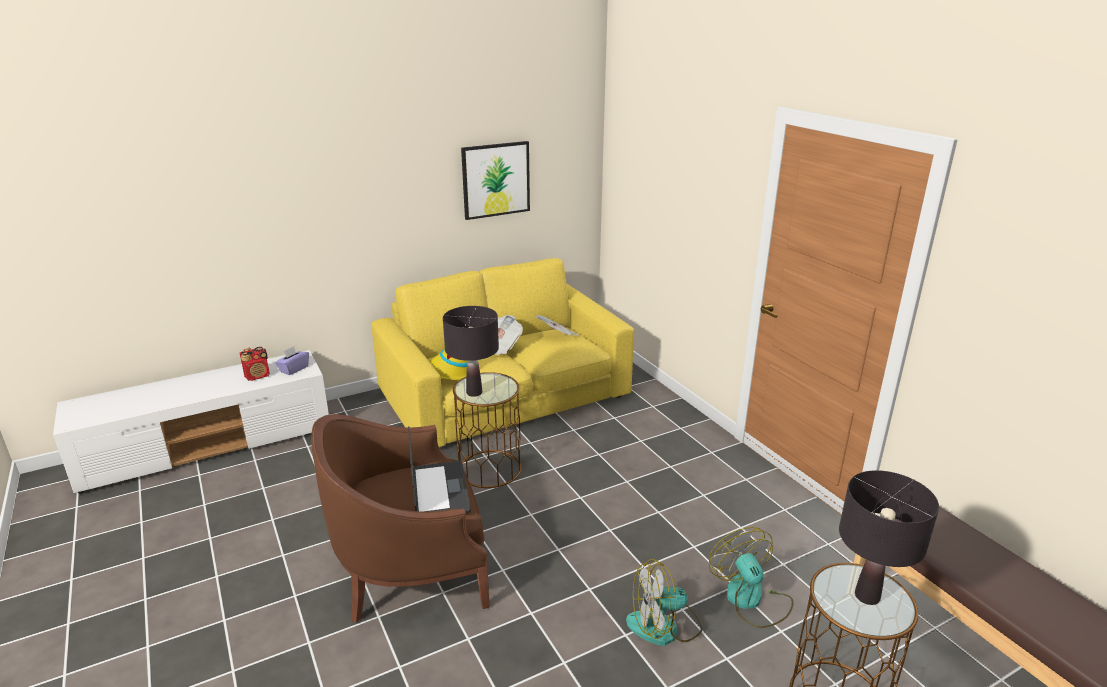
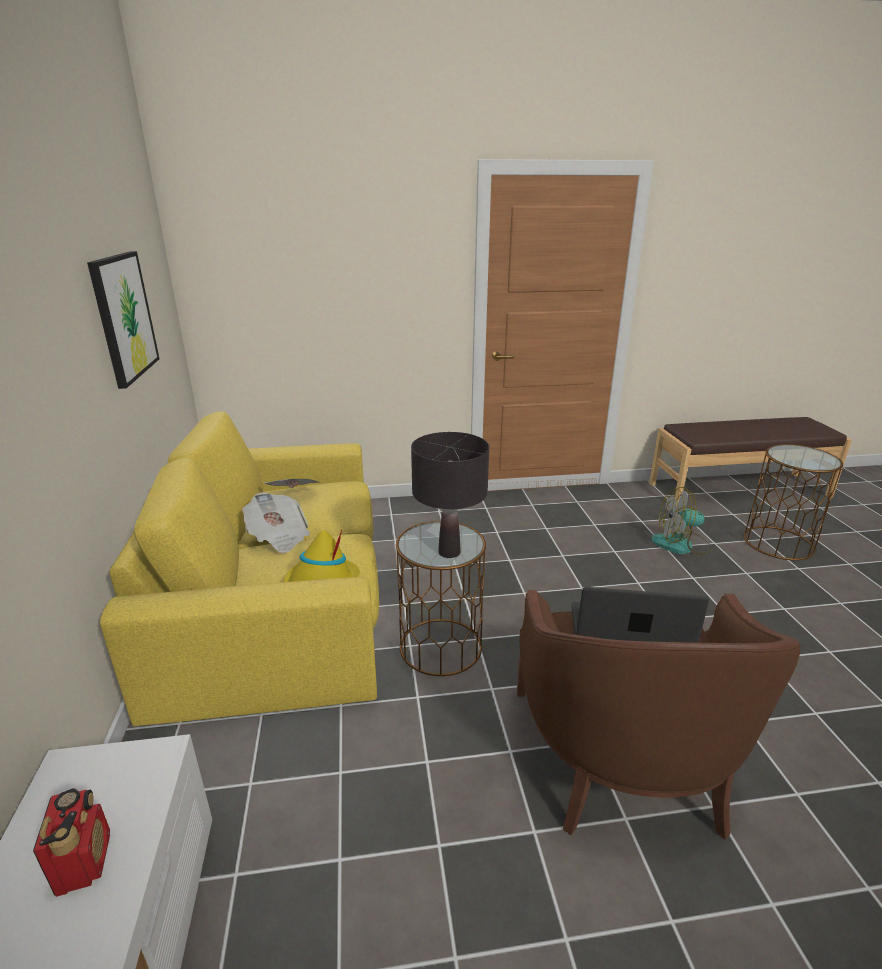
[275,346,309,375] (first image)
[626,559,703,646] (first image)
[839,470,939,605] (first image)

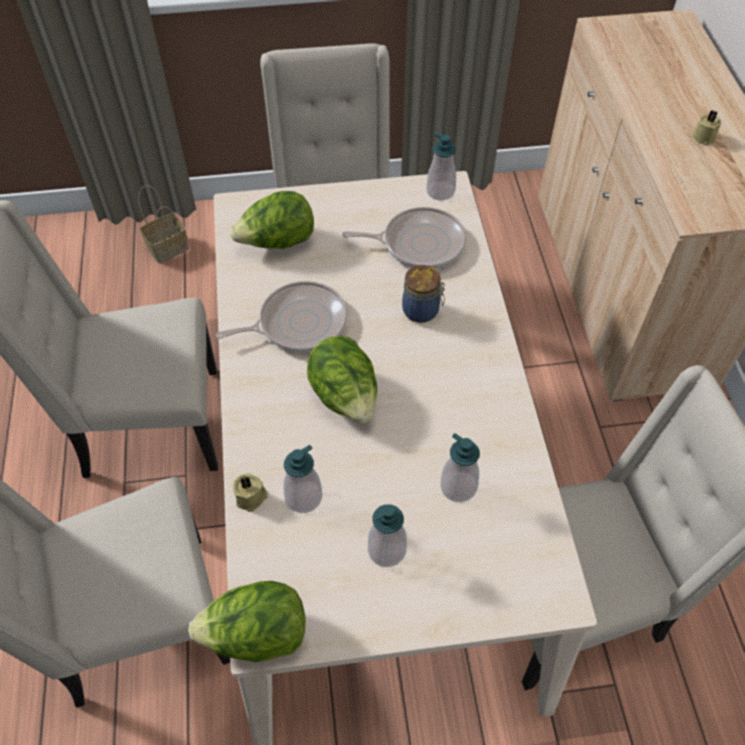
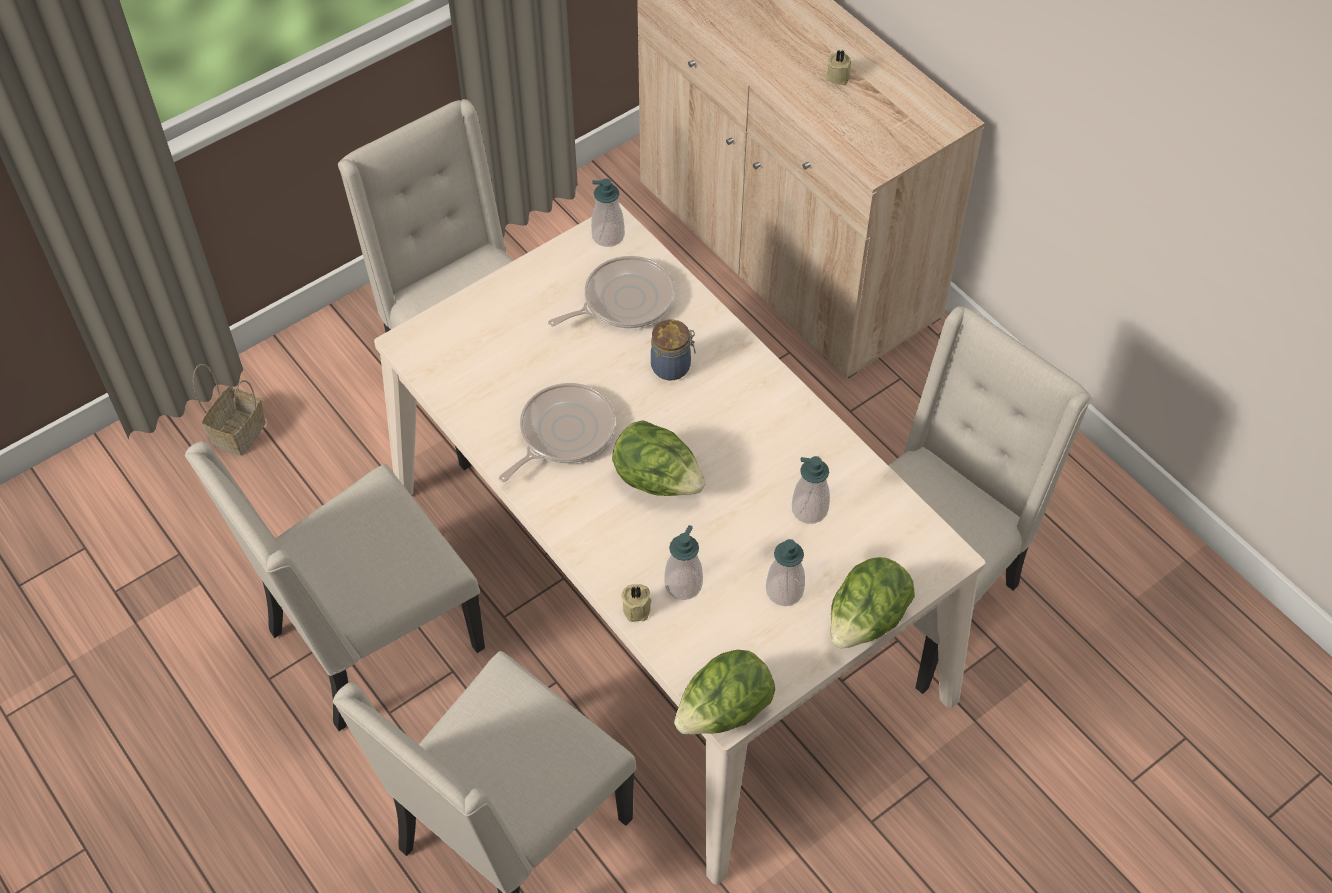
[831,557,915,649]

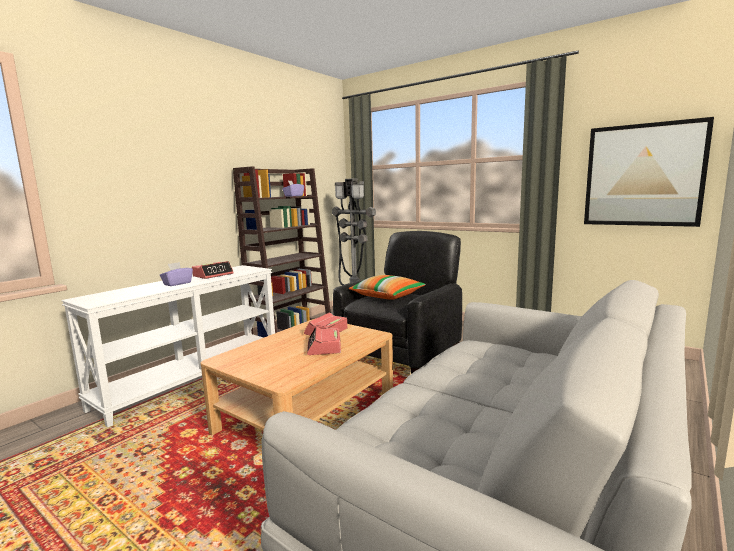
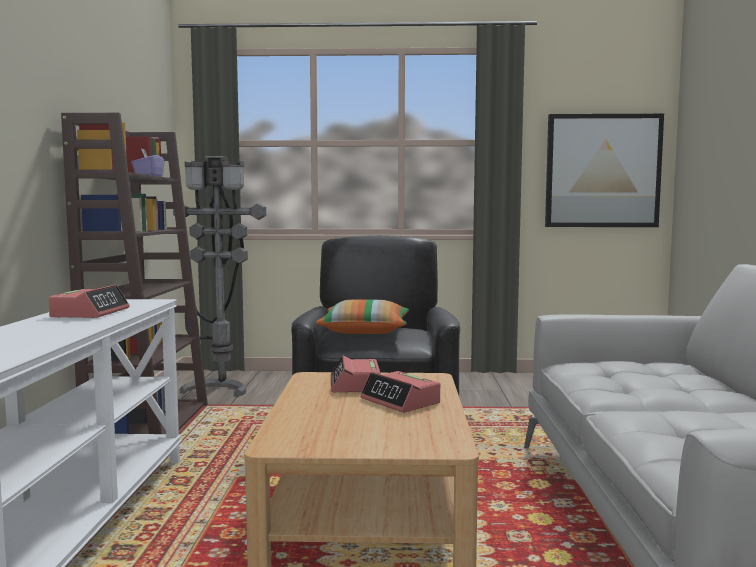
[160,262,193,286] (first image)

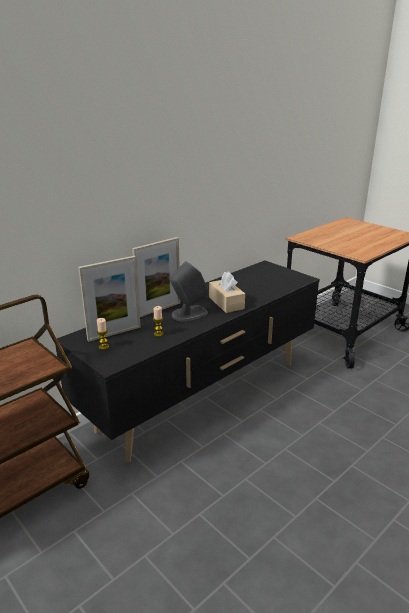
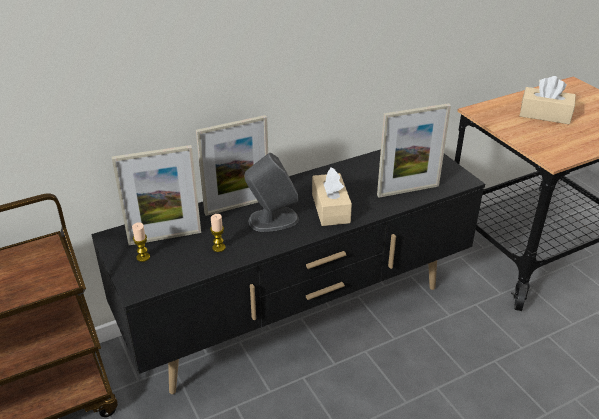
[377,103,451,198]
[520,76,576,124]

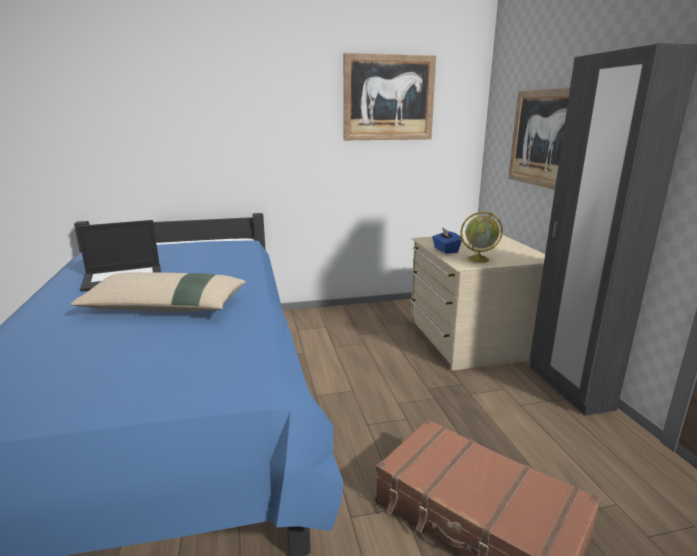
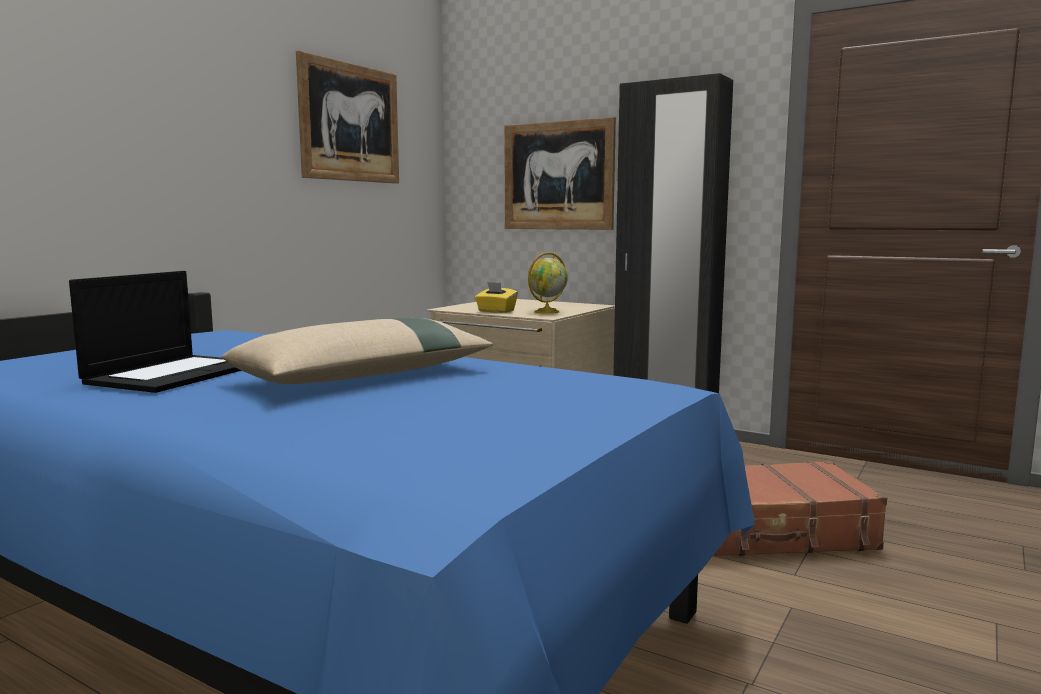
[475,282,518,313]

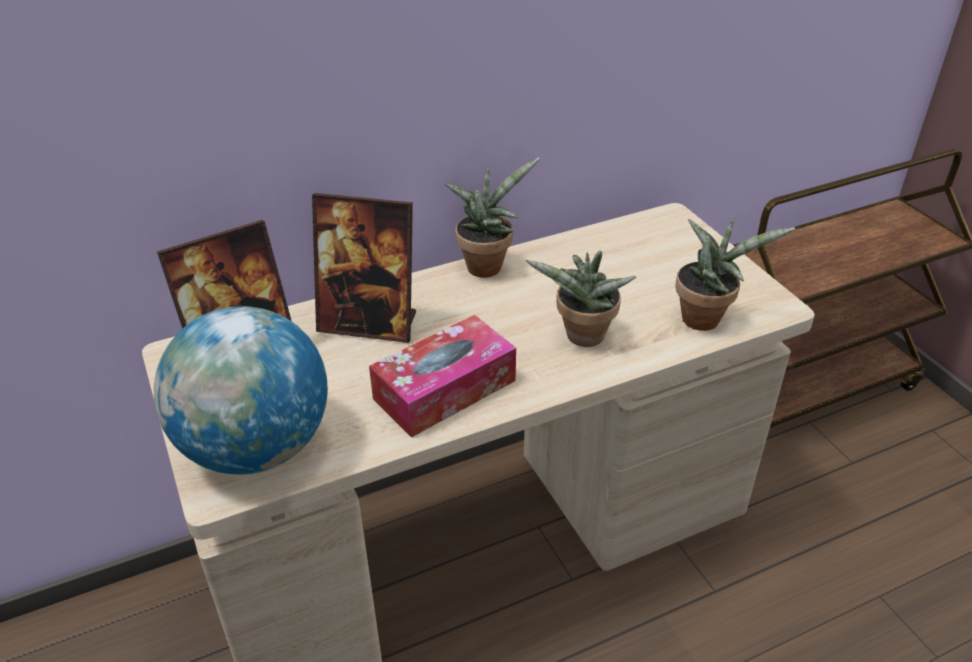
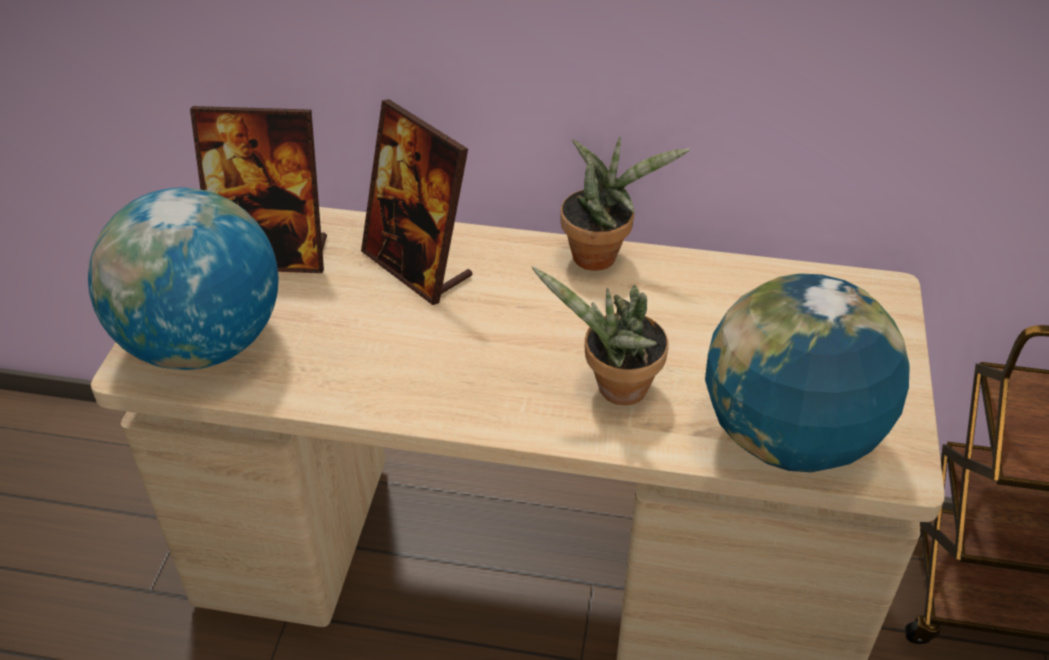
[369,315,516,438] (first image)
[705,273,910,472]

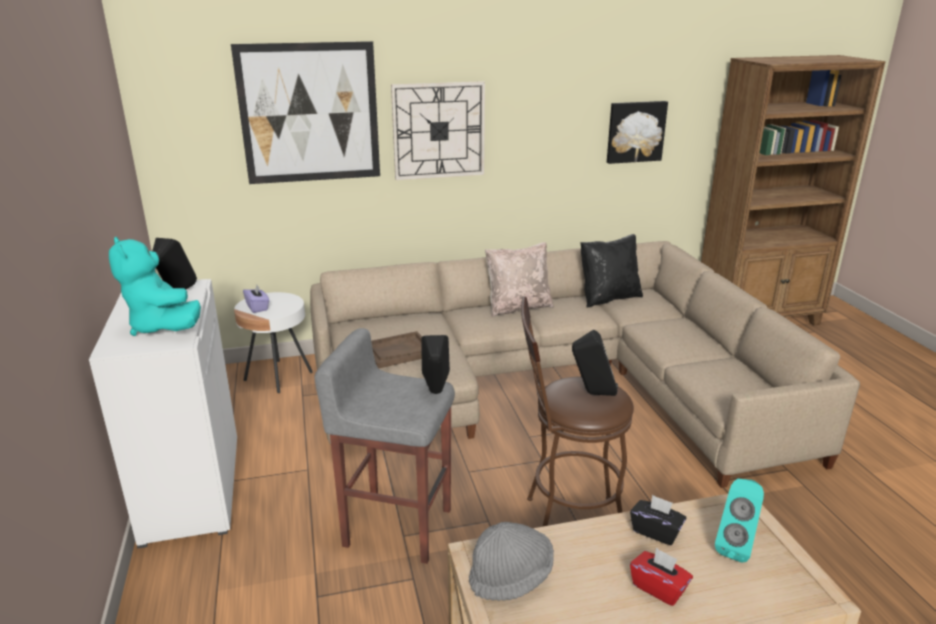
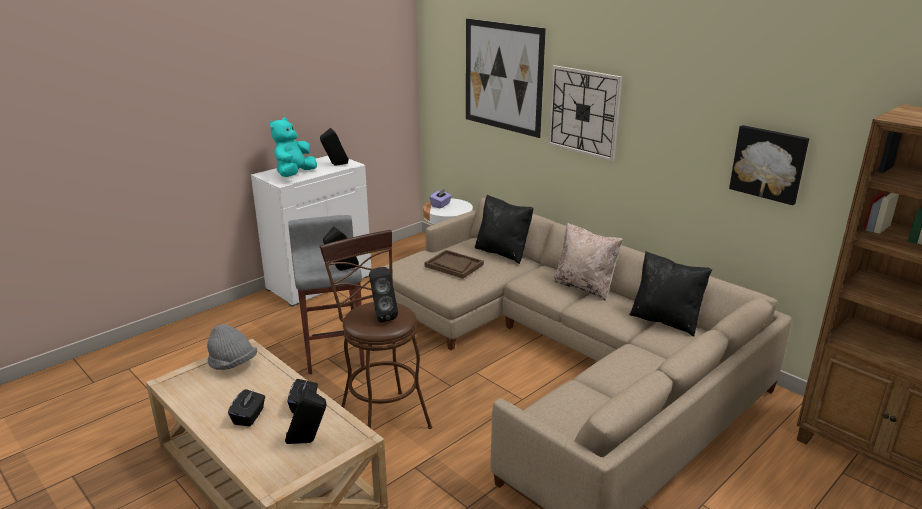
[475,195,533,264]
[228,389,265,427]
[285,387,326,444]

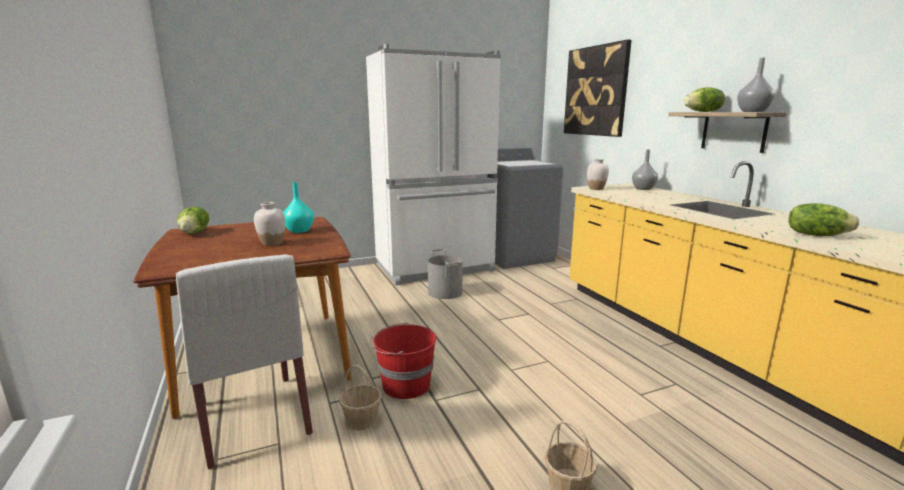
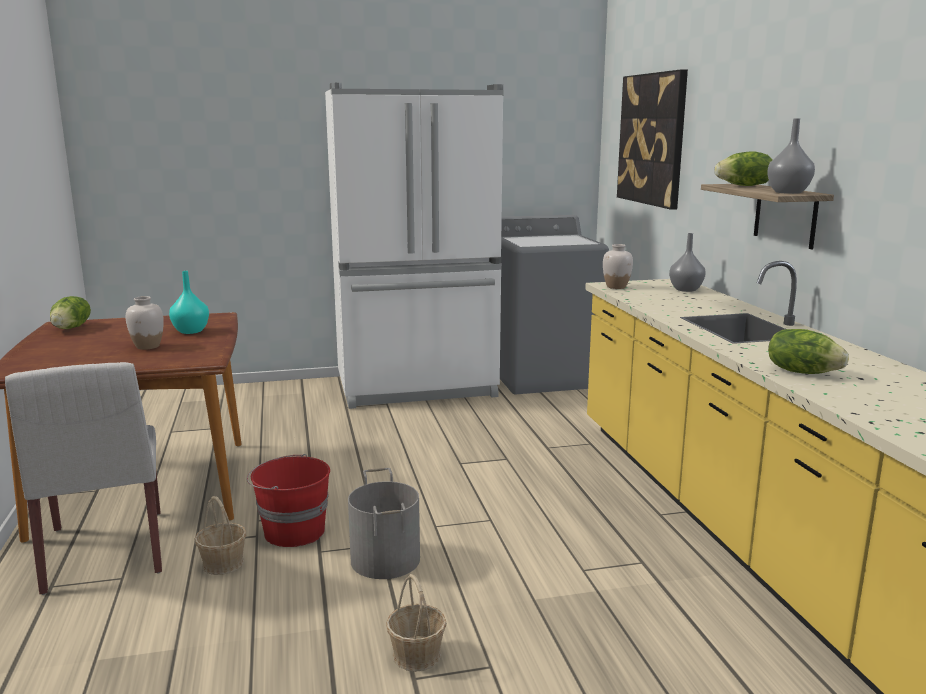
[348,468,420,579]

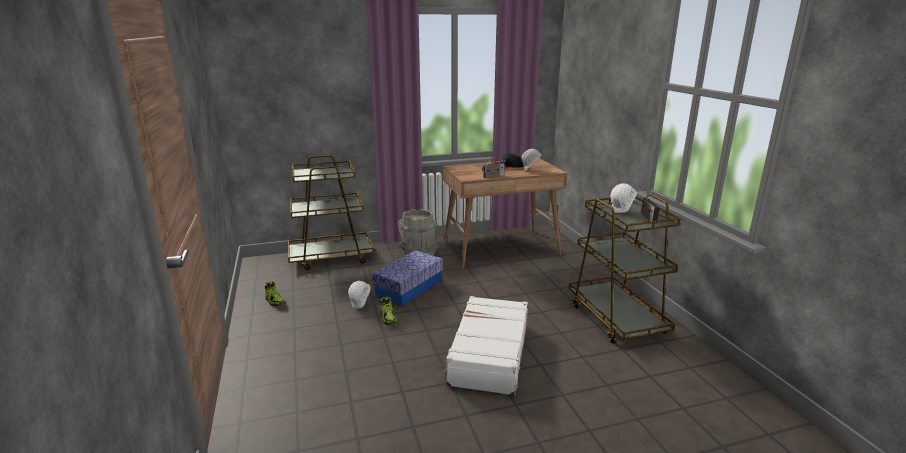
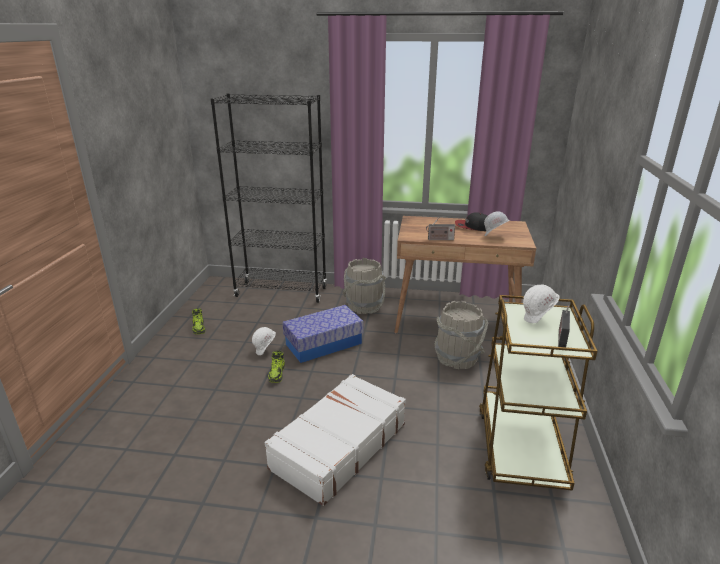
[435,301,488,369]
[211,93,327,303]

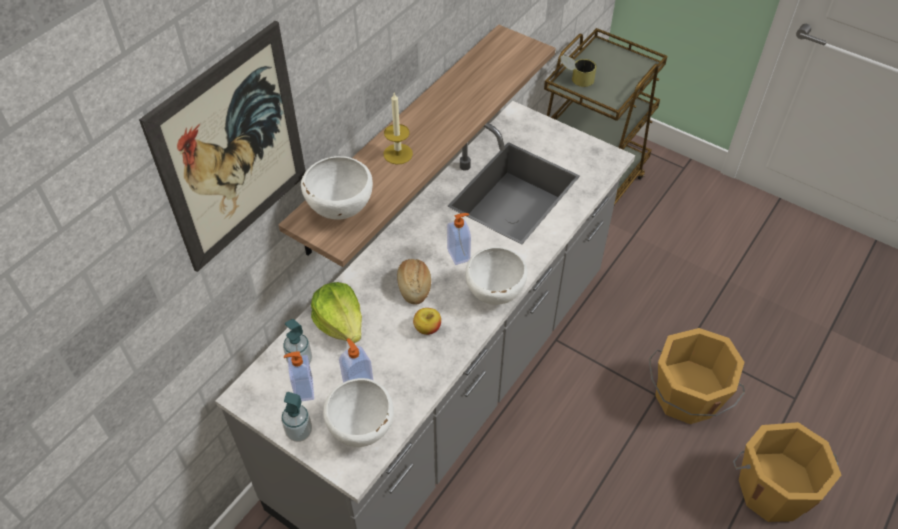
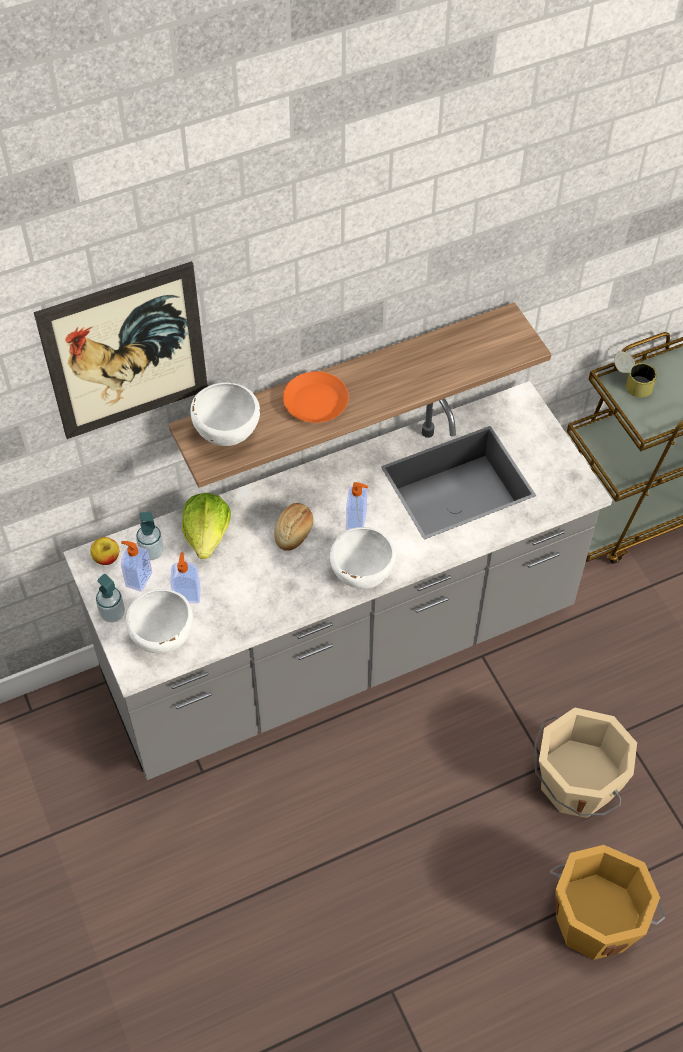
[90,537,119,565]
[283,371,349,423]
[535,708,637,818]

